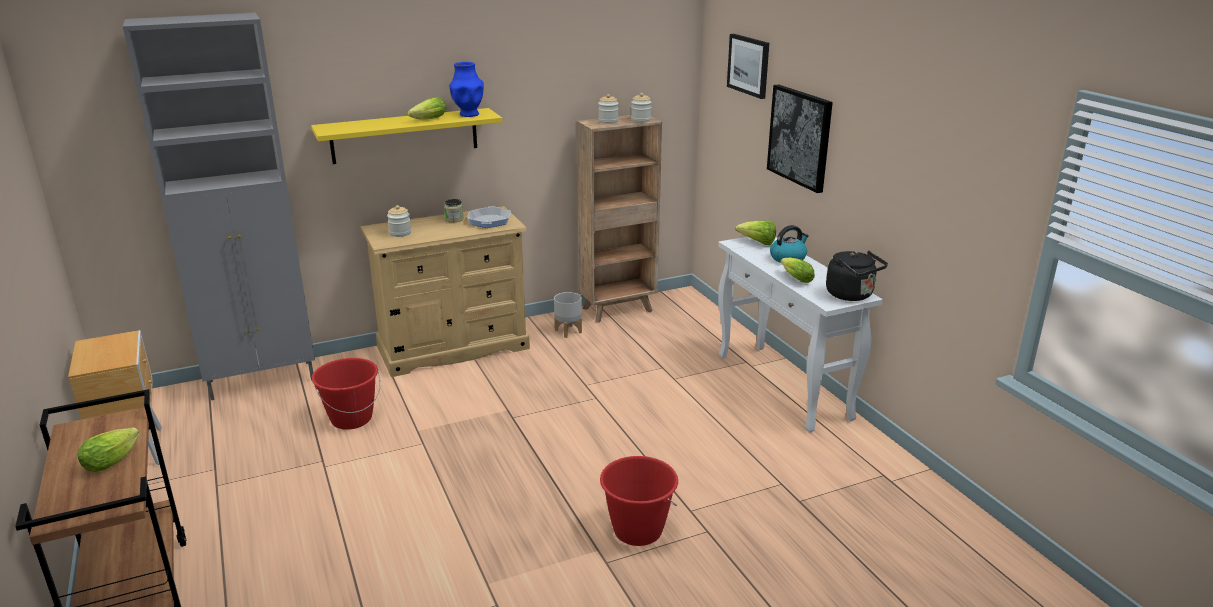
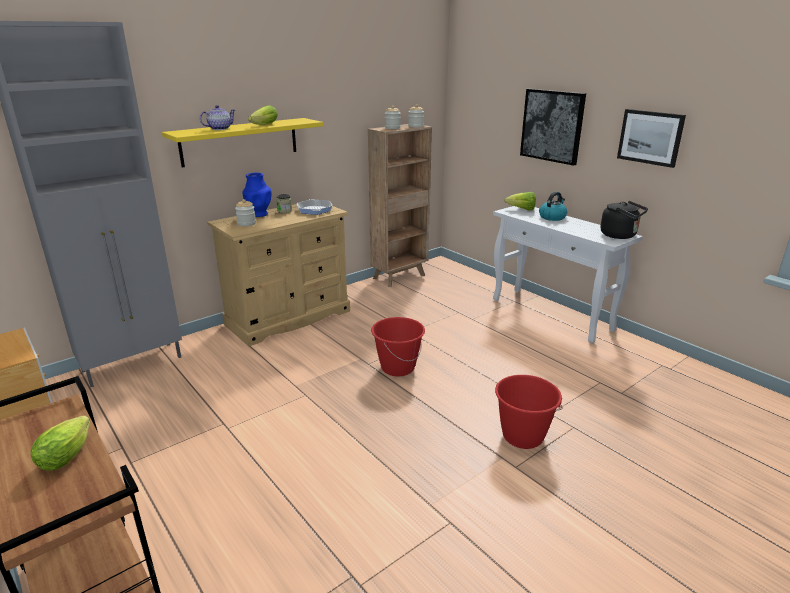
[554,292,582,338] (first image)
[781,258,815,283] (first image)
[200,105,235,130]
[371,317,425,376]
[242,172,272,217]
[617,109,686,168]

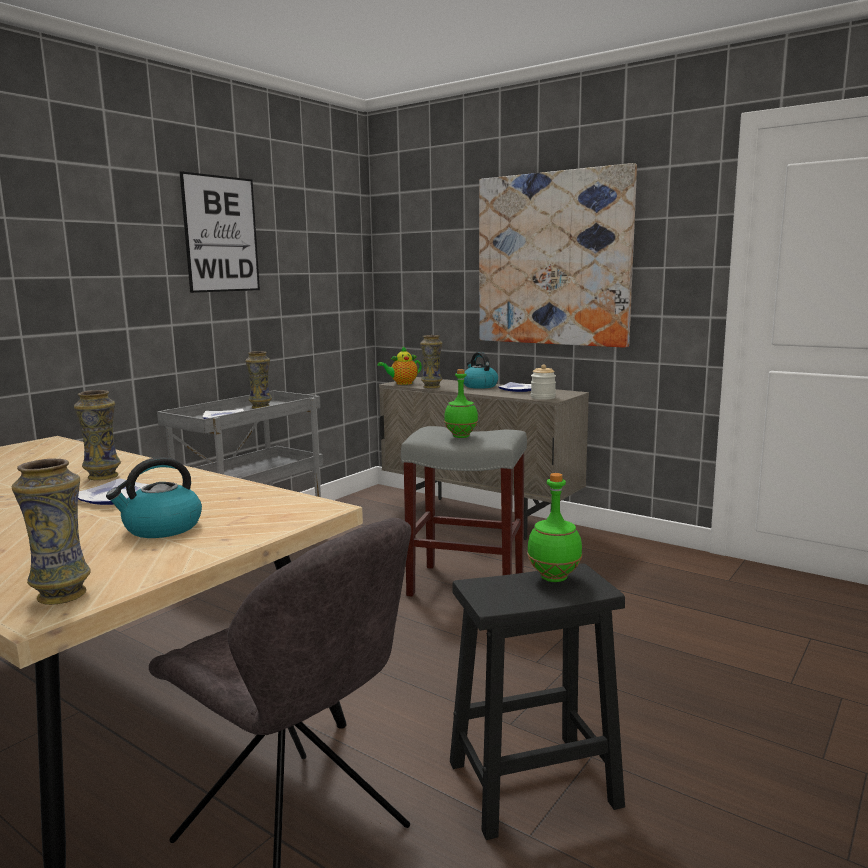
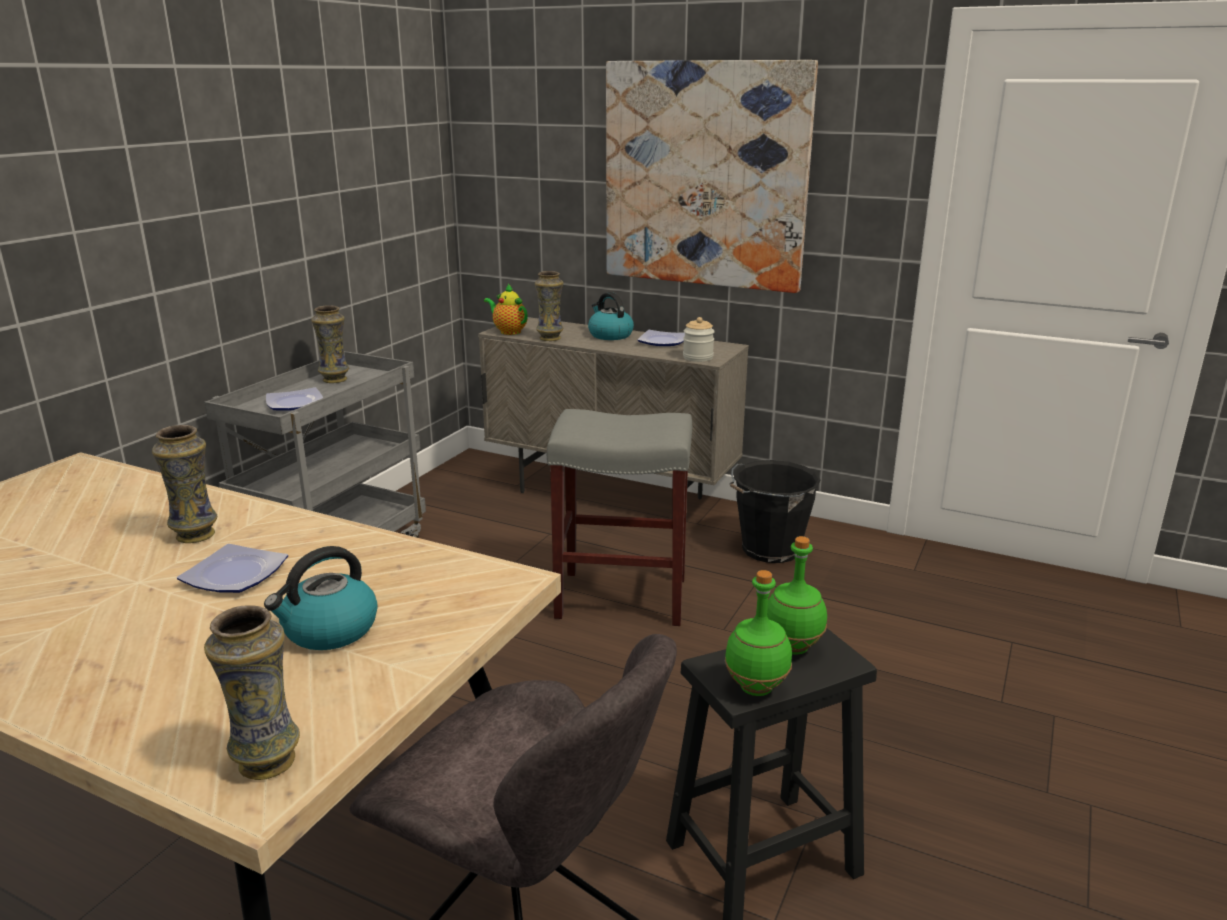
[180,171,260,293] (first image)
[730,460,820,563]
[725,570,792,696]
[484,284,528,335]

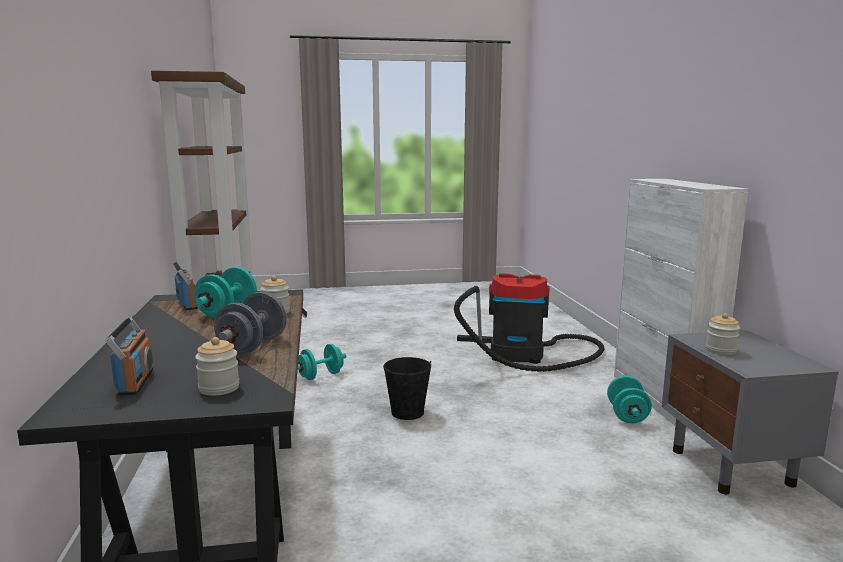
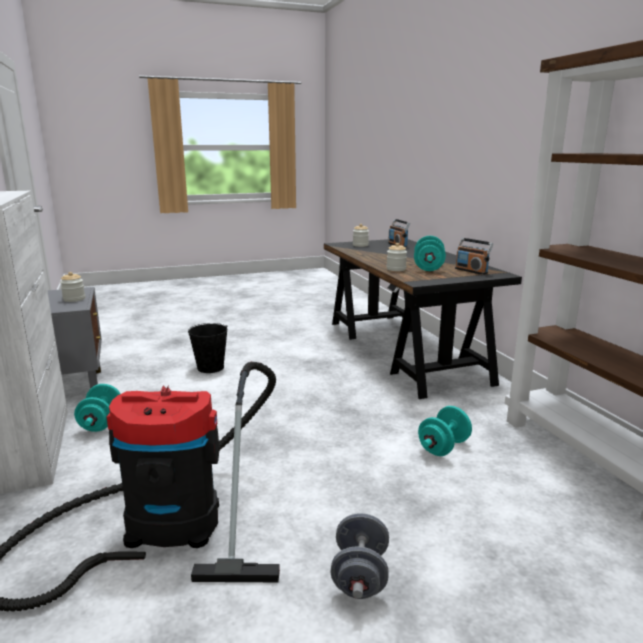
[331,513,389,599]
[188,323,228,373]

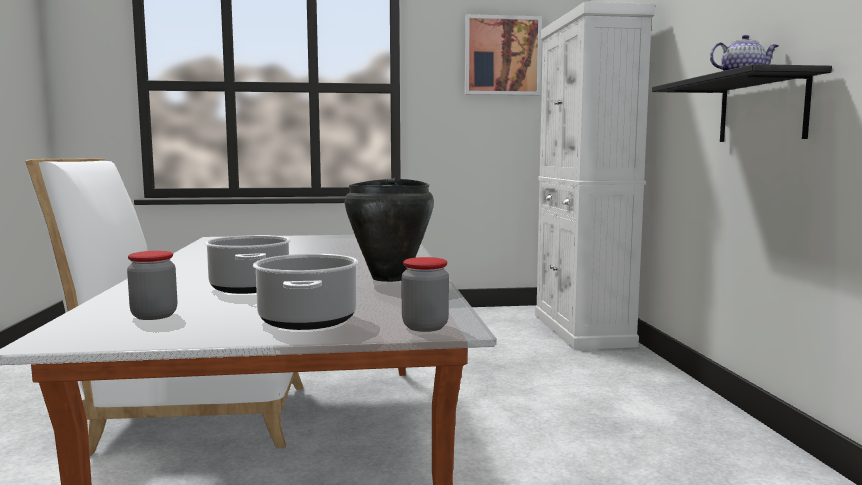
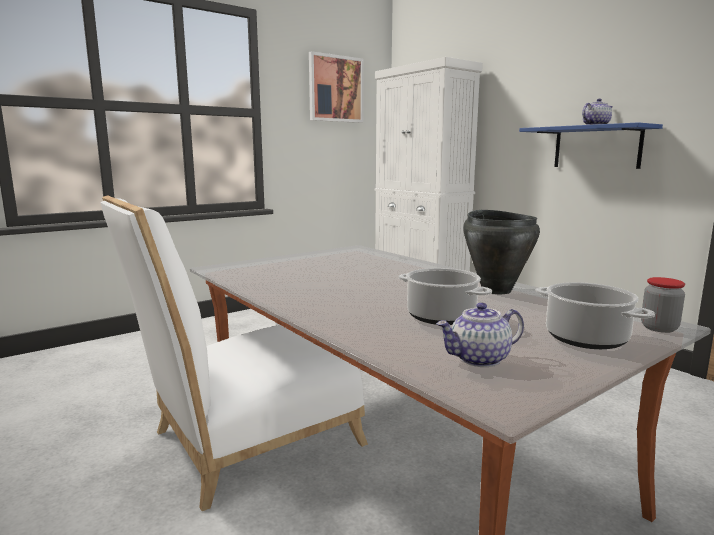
[436,302,524,367]
[519,122,663,169]

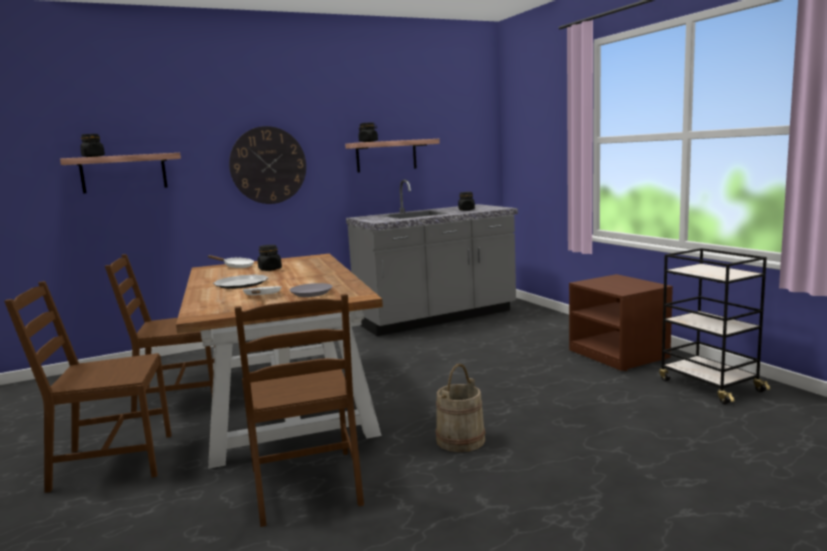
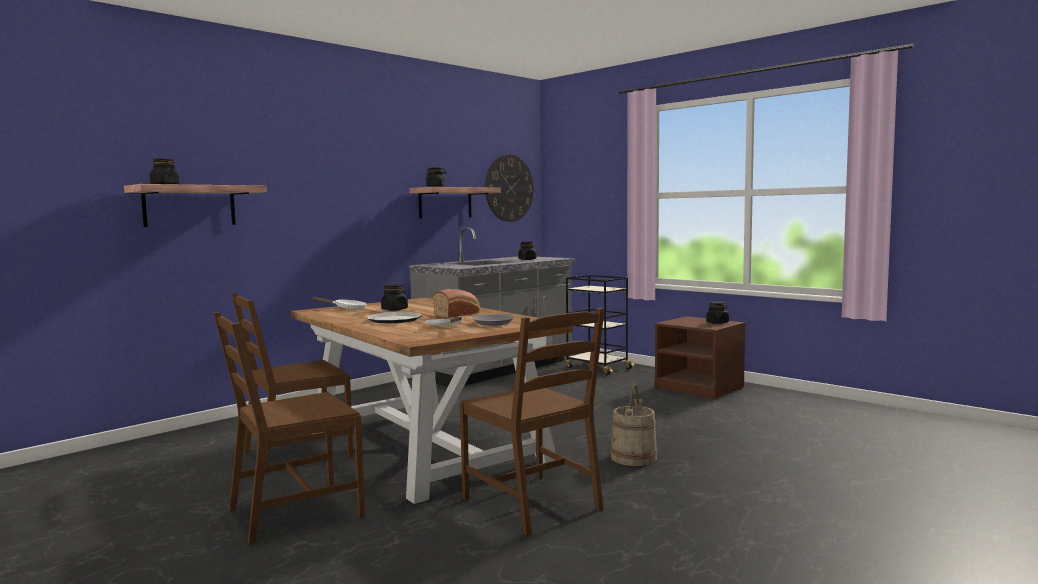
[433,289,480,318]
[706,301,729,324]
[485,154,534,222]
[565,275,635,375]

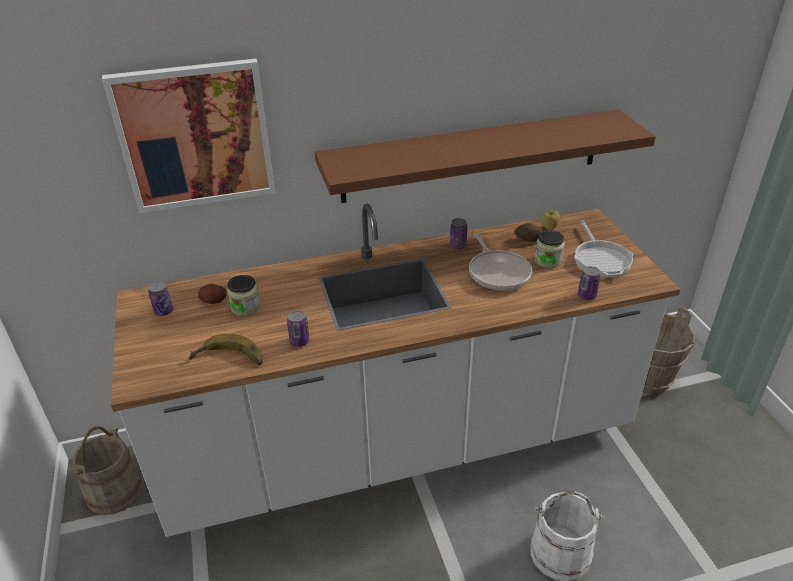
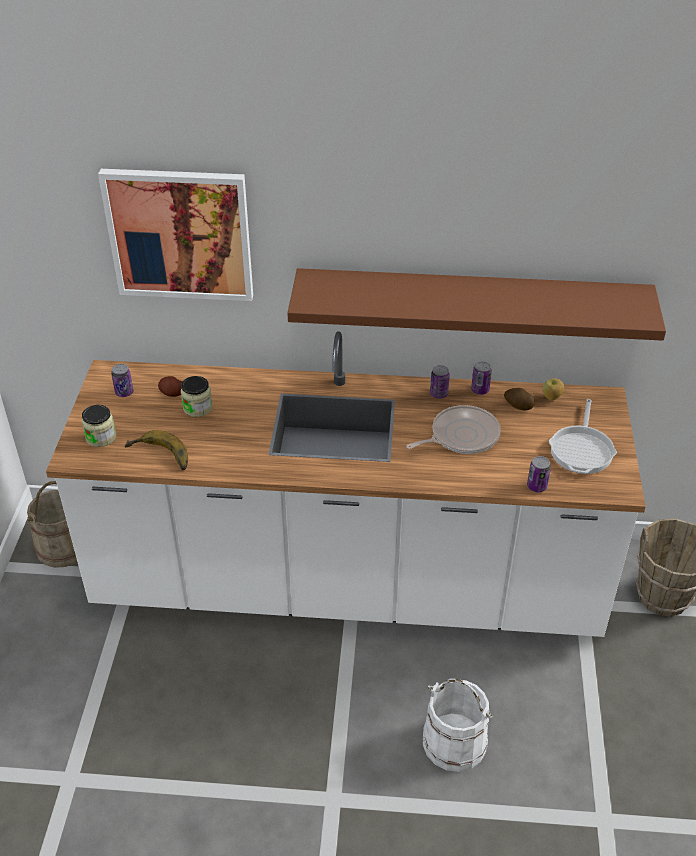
[471,361,492,395]
[82,405,116,447]
[406,405,501,454]

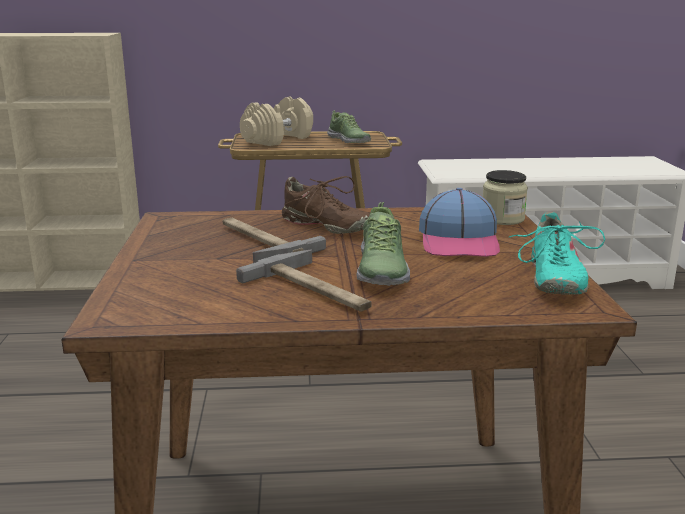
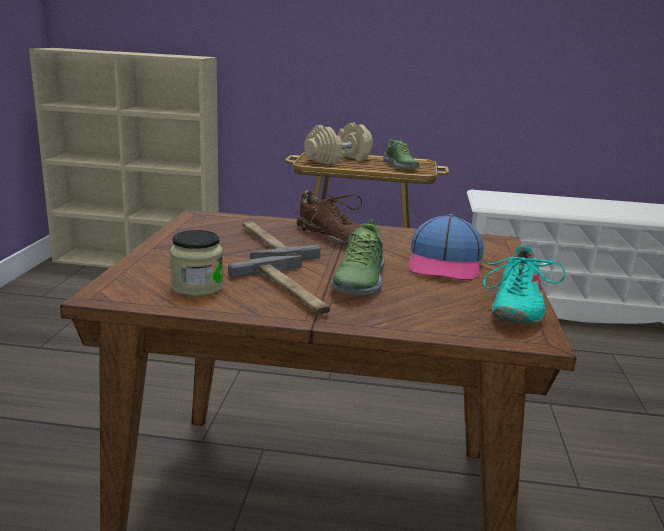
[170,230,223,297]

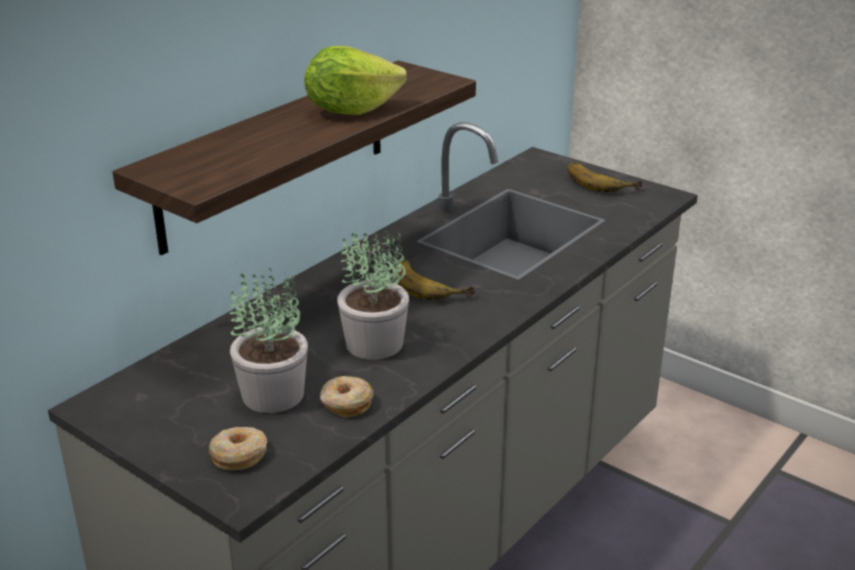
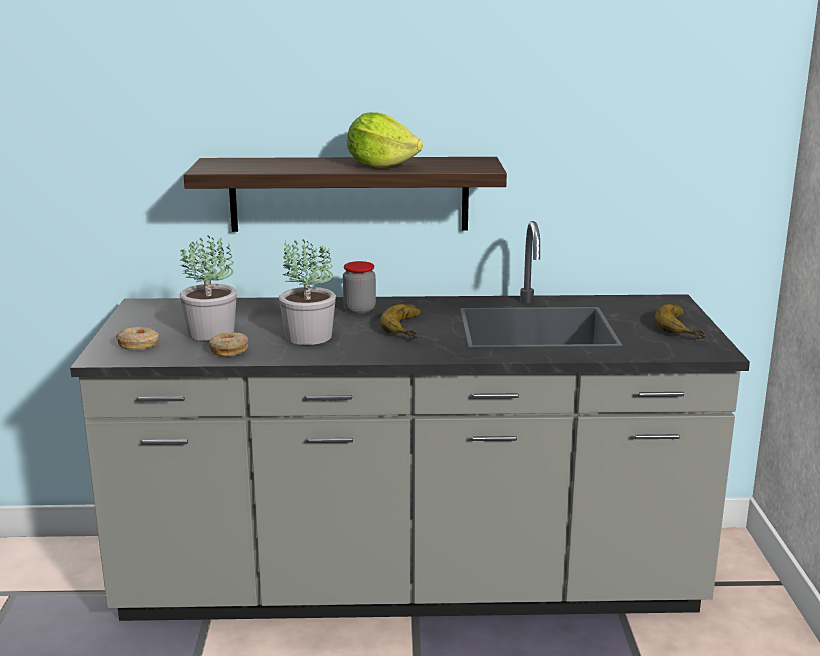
[343,261,376,314]

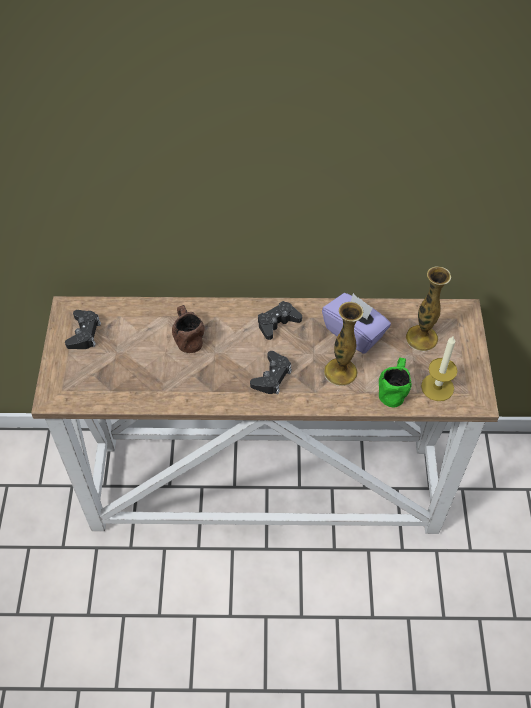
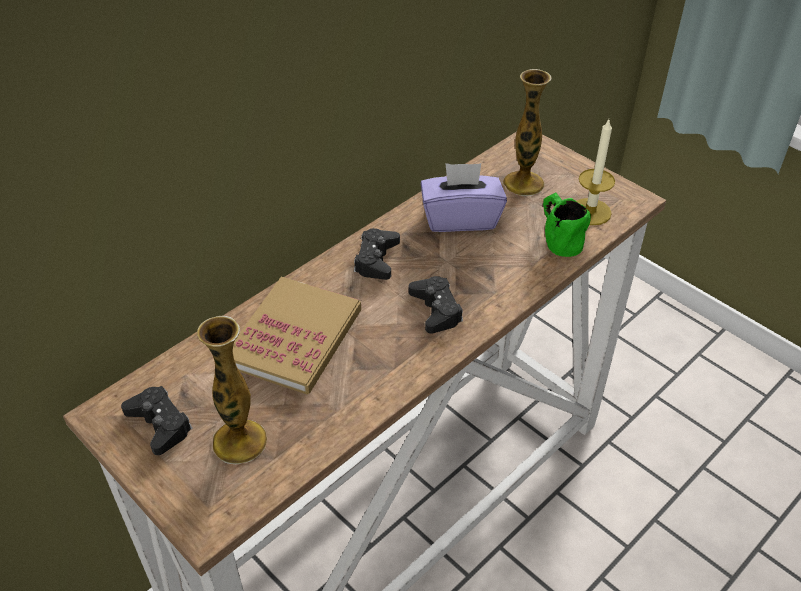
[197,316,267,464]
[233,277,361,395]

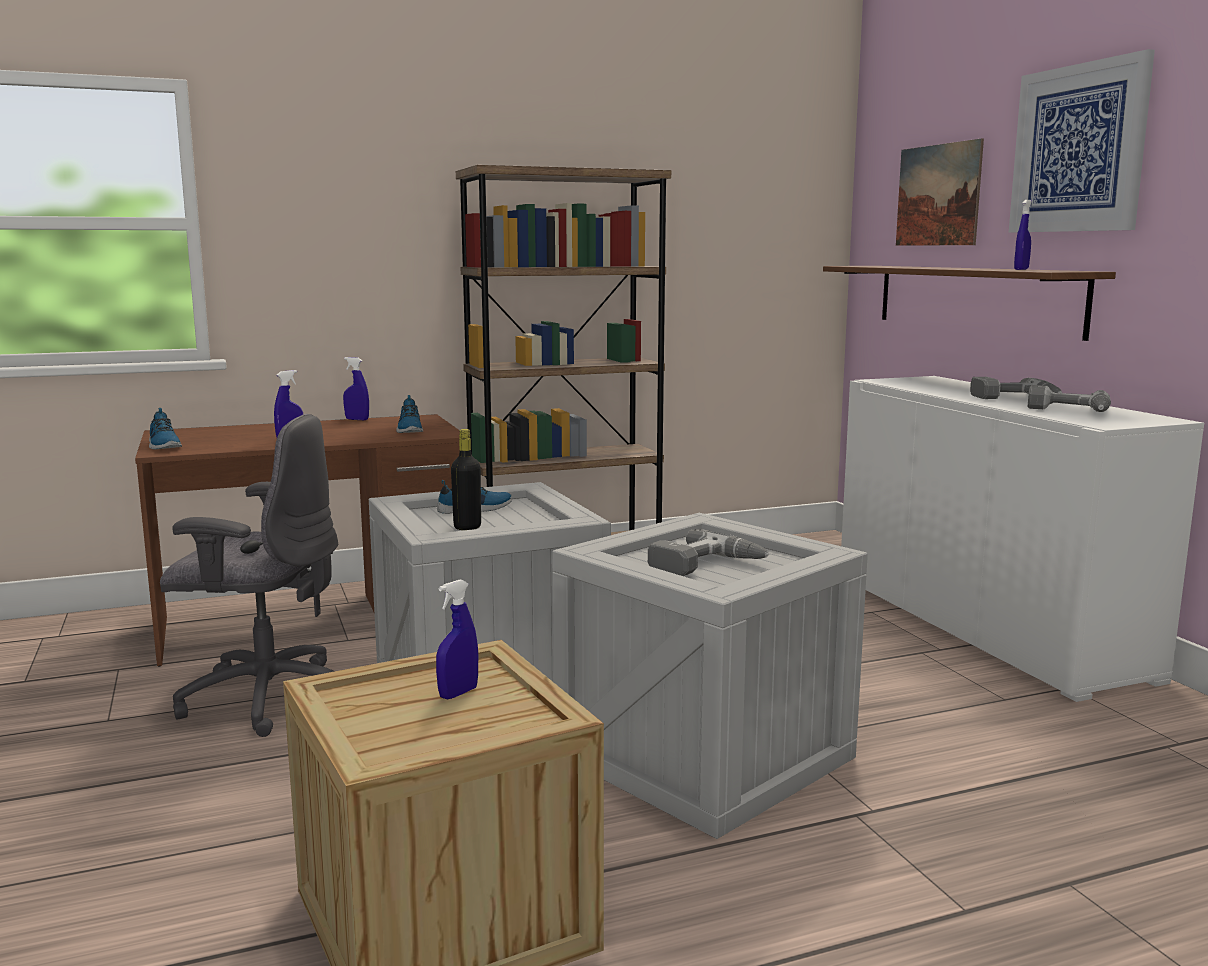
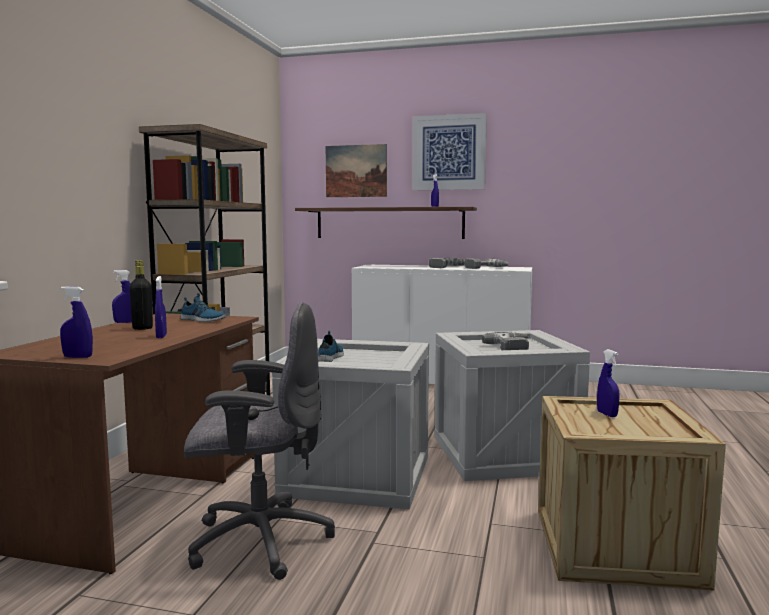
[130,260,153,330]
[60,286,93,358]
[184,302,335,580]

